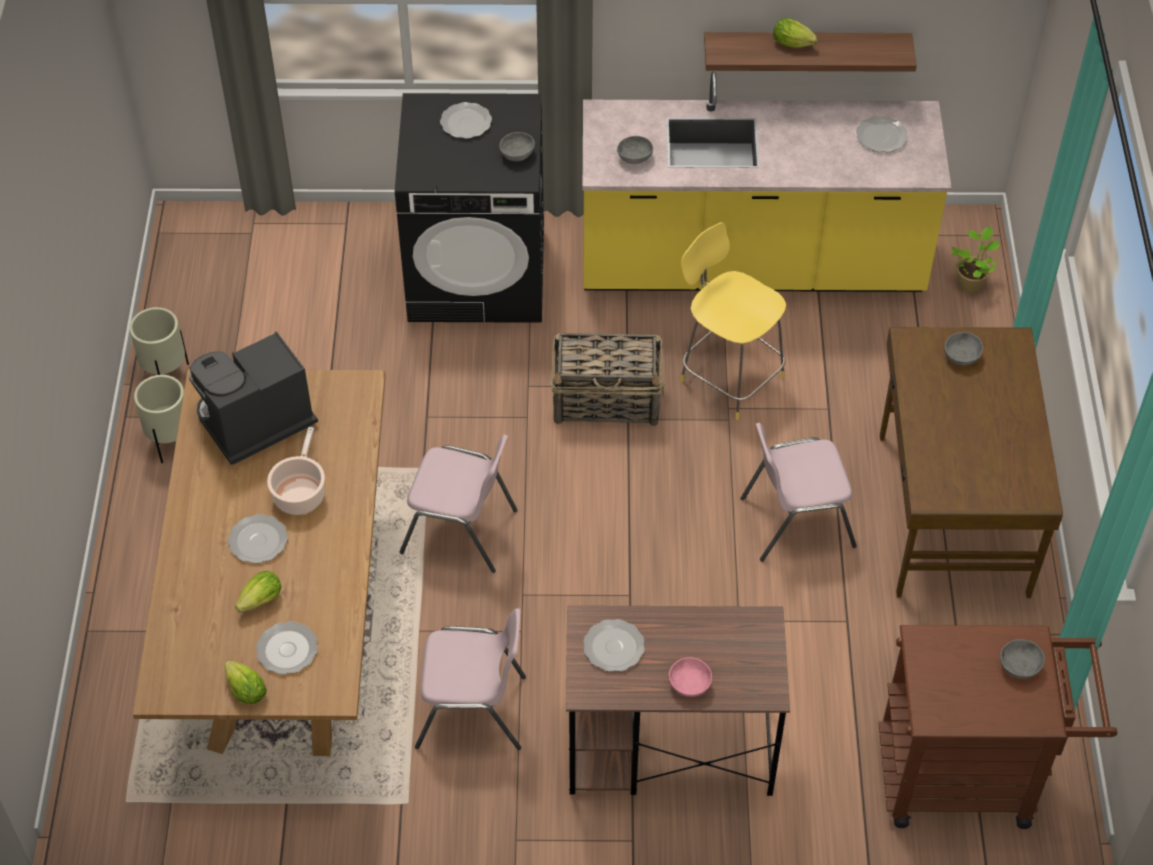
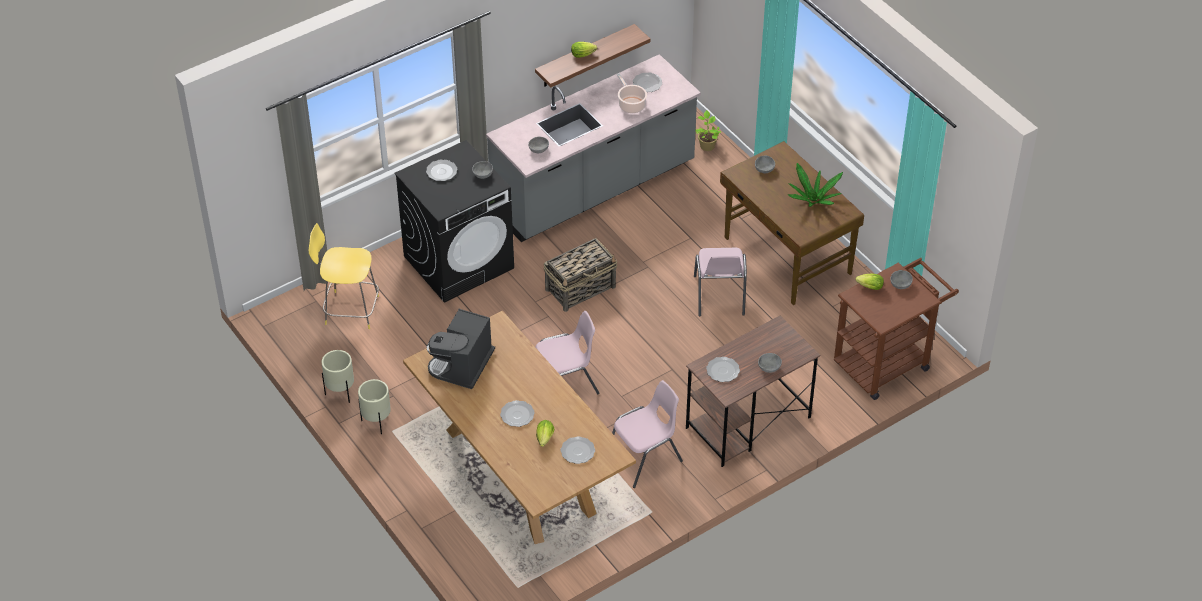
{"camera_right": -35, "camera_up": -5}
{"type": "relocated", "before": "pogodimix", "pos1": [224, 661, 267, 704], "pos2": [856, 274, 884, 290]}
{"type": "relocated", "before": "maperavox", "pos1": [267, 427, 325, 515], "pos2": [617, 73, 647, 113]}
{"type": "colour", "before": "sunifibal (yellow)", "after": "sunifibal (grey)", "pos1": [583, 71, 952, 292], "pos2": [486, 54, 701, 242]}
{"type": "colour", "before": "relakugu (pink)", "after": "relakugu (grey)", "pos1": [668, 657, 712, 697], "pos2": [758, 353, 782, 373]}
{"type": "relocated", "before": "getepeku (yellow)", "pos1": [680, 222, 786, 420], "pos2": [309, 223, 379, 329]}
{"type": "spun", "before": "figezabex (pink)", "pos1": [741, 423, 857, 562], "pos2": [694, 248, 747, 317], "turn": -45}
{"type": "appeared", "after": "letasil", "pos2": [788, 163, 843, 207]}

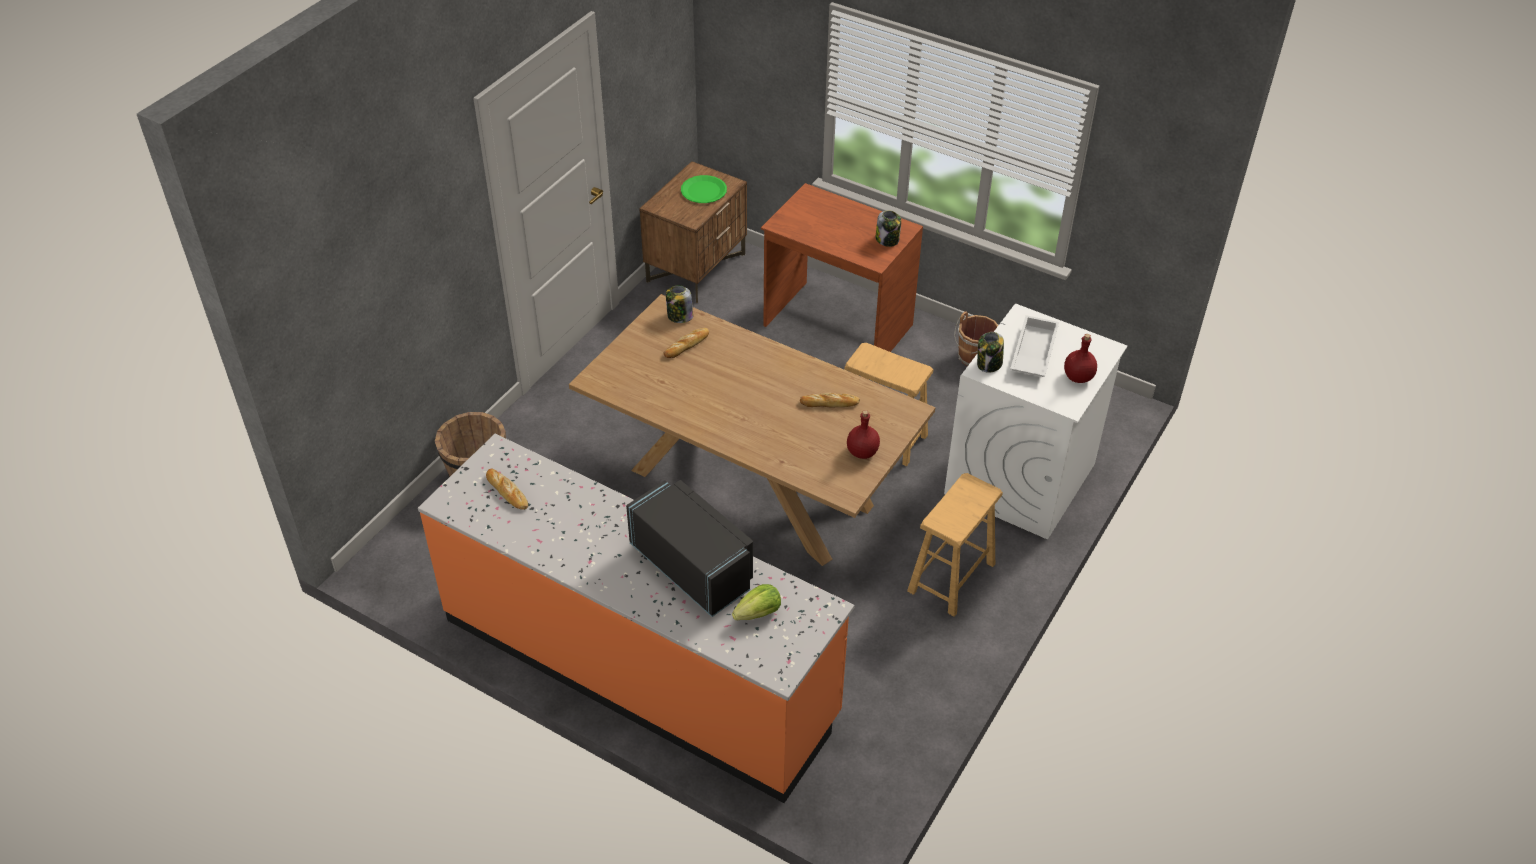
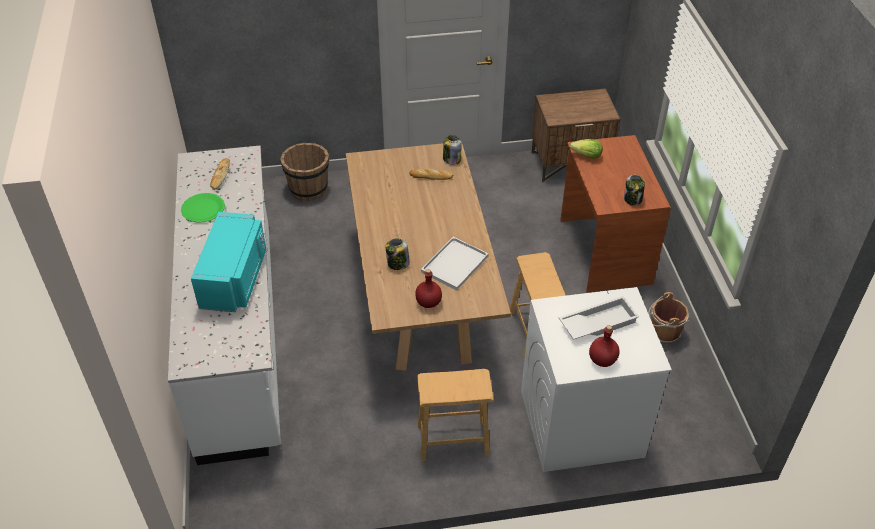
{"camera_right": 50, "camera_up": 0}
{"type": "colour", "before": "sunifibal (orange)", "after": "sunifibal (white)", "pos1": [418, 434, 855, 803], "pos2": [168, 145, 281, 465]}
{"type": "colour", "before": "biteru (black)", "after": "biteru (turquoise)", "pos1": [626, 480, 753, 617], "pos2": [191, 212, 266, 312]}
{"type": "relocated", "before": "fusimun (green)", "pos1": [681, 175, 727, 203], "pos2": [181, 193, 225, 223]}
{"type": "relocated", "before": "pogodimix", "pos1": [732, 584, 781, 620], "pos2": [570, 139, 603, 159]}
{"type": "exchanged", "before": "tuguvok", "after": "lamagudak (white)", "pos1": [800, 393, 860, 407], "pos2": [421, 237, 489, 290]}
{"type": "relocated", "before": "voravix", "pos1": [977, 332, 1004, 373], "pos2": [386, 238, 410, 270]}

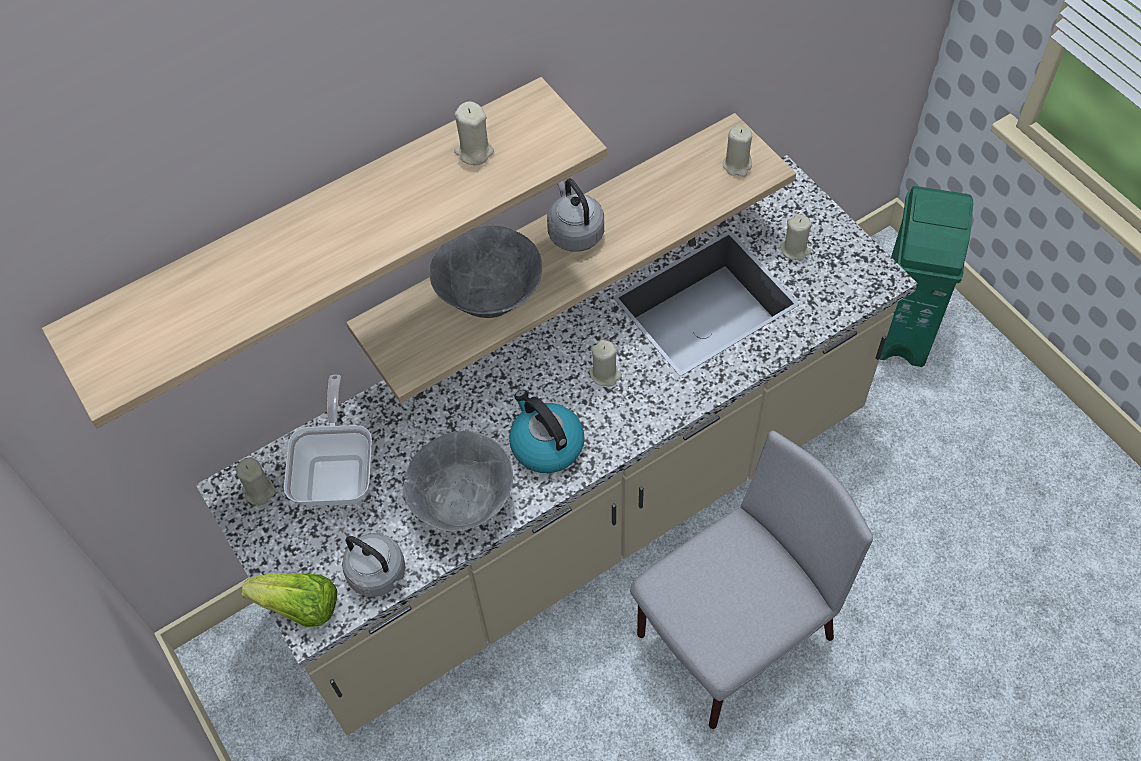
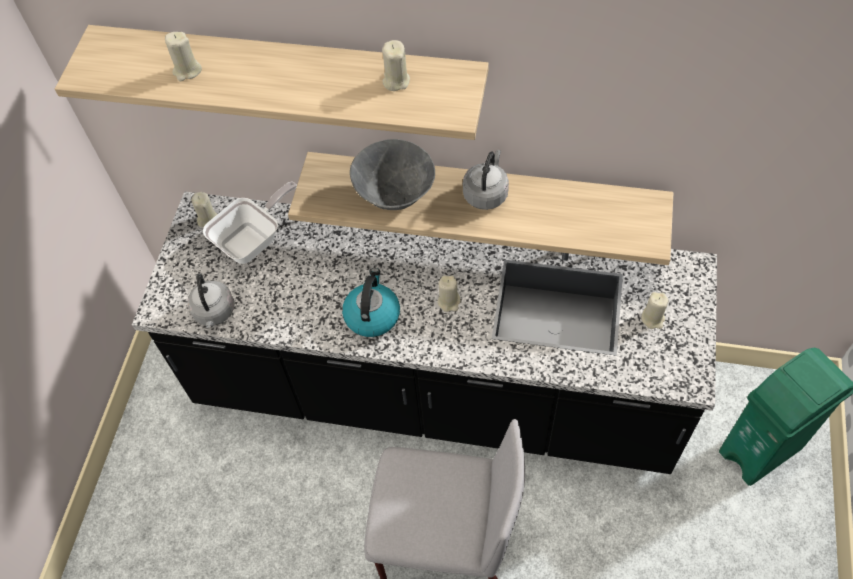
{"camera_right": 45, "camera_up": 0}
{"type": "colour", "before": "sunifibal (beige)", "after": "sunifibal (black)", "pos1": [196, 155, 918, 736], "pos2": [132, 191, 717, 474]}
{"type": "missing", "before": "pogodimix", "pos1": [242, 573, 338, 627]}
{"type": "missing", "before": "relakugu (grey)", "pos1": [403, 431, 513, 531]}
{"type": "relocated", "before": "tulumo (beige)", "pos1": [723, 125, 752, 177], "pos2": [165, 32, 202, 81]}

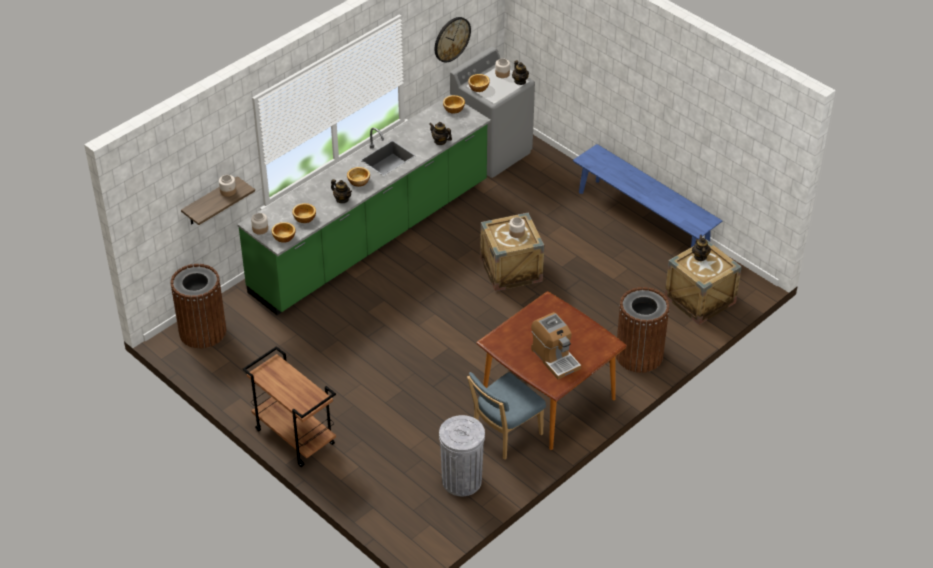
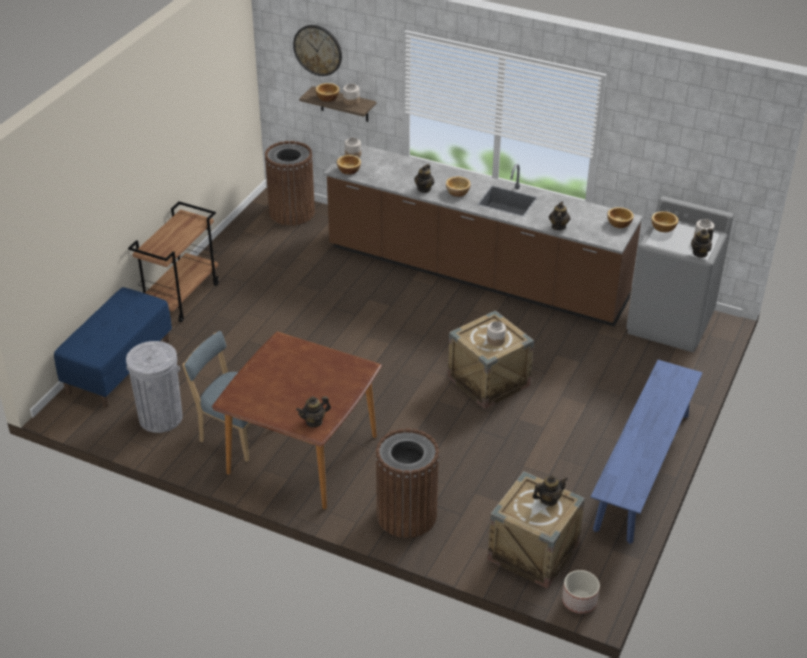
{"camera_right": 70, "camera_up": -5}
{"type": "colour", "before": "sunifibal (green)", "after": "sunifibal (brown)", "pos1": [237, 94, 491, 315], "pos2": [324, 144, 643, 327]}
{"type": "relocated", "before": "relakugu", "pos1": [292, 203, 316, 223], "pos2": [316, 83, 339, 102]}
{"type": "relocated", "before": "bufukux", "pos1": [435, 17, 471, 63], "pos2": [293, 25, 342, 76]}
{"type": "missing", "before": "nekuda", "pos1": [531, 312, 581, 380]}
{"type": "appeared", "after": "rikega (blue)", "pos2": [54, 287, 172, 408]}
{"type": "appeared", "after": "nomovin", "pos2": [296, 396, 331, 428]}
{"type": "appeared", "after": "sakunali", "pos2": [562, 570, 600, 614]}

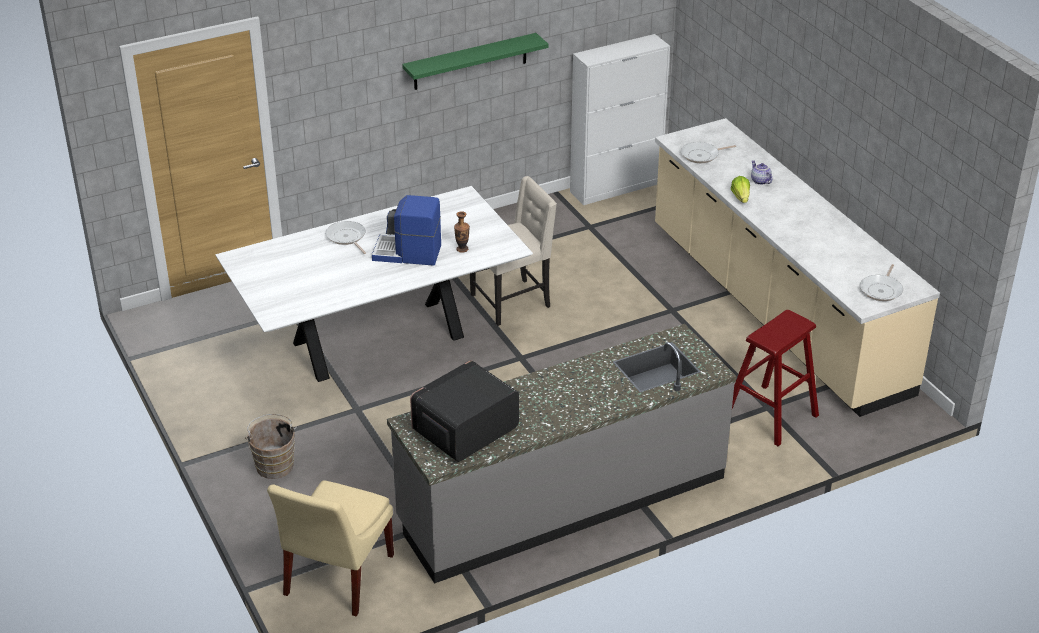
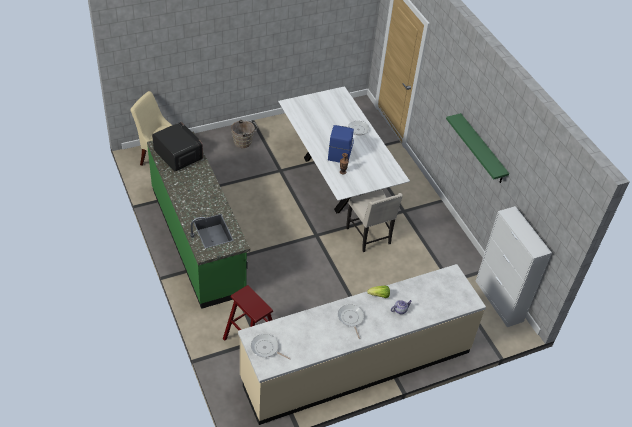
{"camera_right": 90, "camera_up": 10}
{"type": "colour", "before": "sunifibal (grey)", "after": "sunifibal (green)", "pos1": [387, 324, 737, 584], "pos2": [147, 131, 250, 309]}
{"type": "relocated", "before": "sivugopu", "pos1": [681, 142, 736, 163], "pos2": [338, 304, 364, 339]}

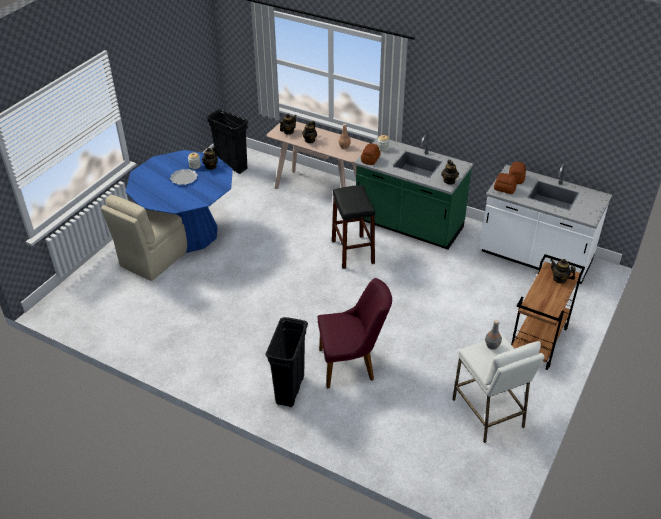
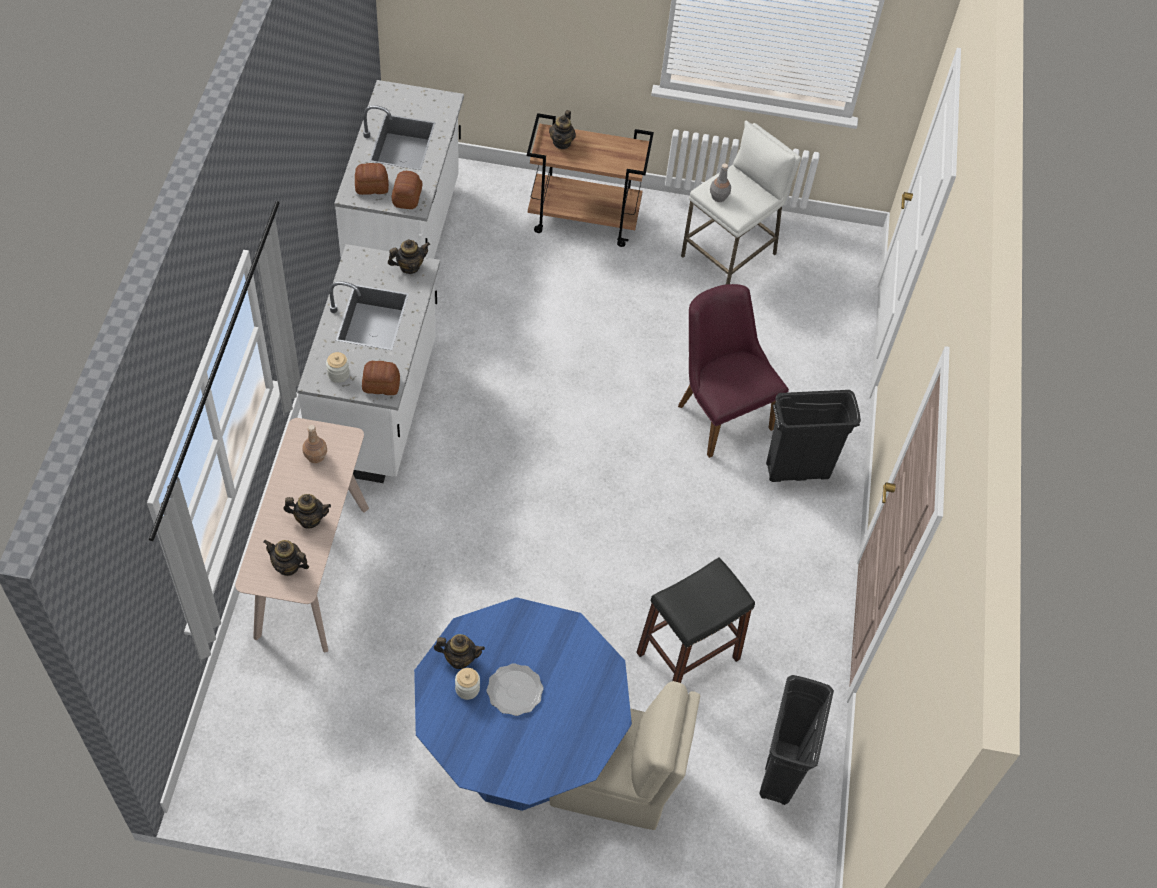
{"camera_right": -115, "camera_up": 15}
{"type": "relocated", "before": "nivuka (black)", "pos1": [207, 109, 248, 174], "pos2": [759, 675, 834, 805]}
{"type": "relocated", "before": "getepeku (black)", "pos1": [332, 185, 375, 269], "pos2": [636, 557, 755, 683]}
{"type": "colour", "before": "sunifibal (green)", "after": "sunifibal (white)", "pos1": [354, 134, 473, 250], "pos2": [297, 244, 440, 483]}

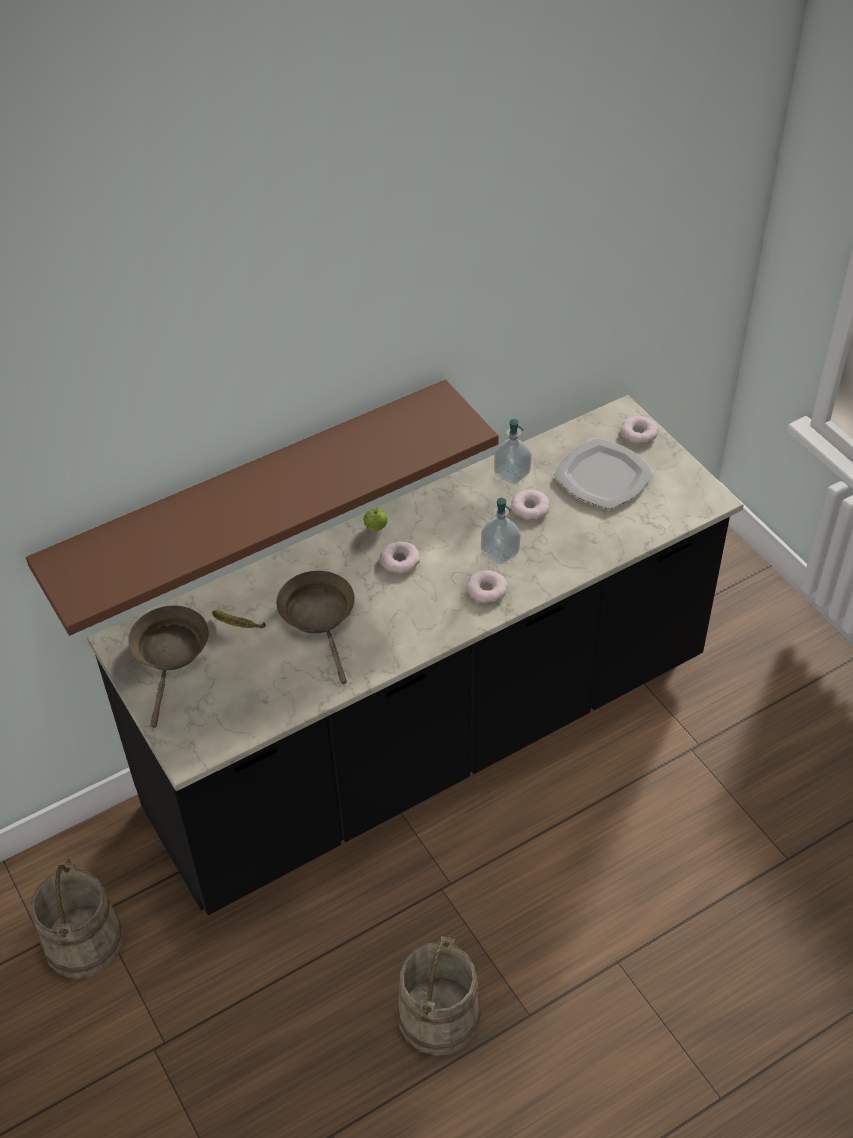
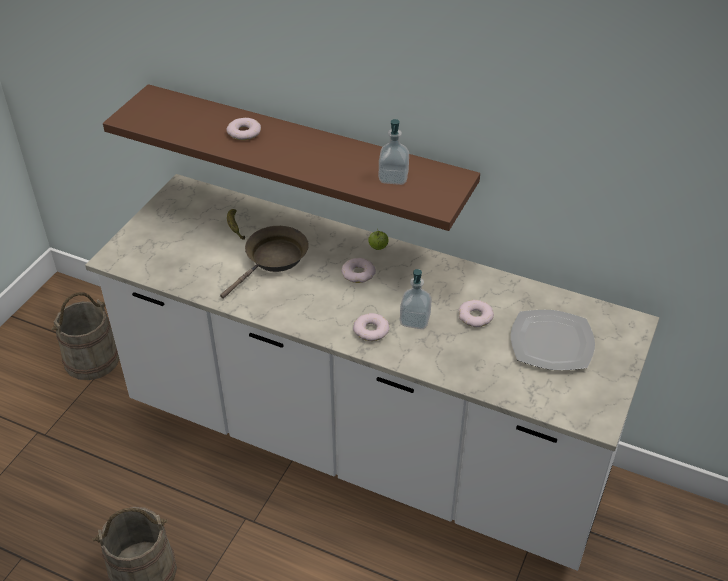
{"camera_right": 55, "camera_up": -5}
{"type": "colour", "before": "sunifibal (black)", "after": "sunifibal (white)", "pos1": [87, 395, 744, 915], "pos2": [85, 174, 659, 571]}
{"type": "missing", "before": "sivugopu (brown)", "pos1": [128, 605, 209, 728]}
{"type": "relocated", "before": "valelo", "pos1": [494, 419, 532, 484], "pos2": [379, 119, 409, 185]}
{"type": "relocated", "before": "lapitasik", "pos1": [620, 416, 658, 444], "pos2": [226, 118, 261, 140]}

